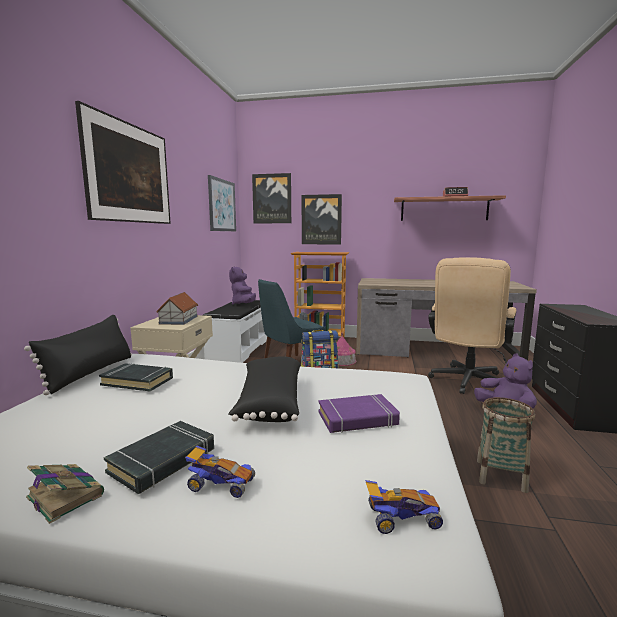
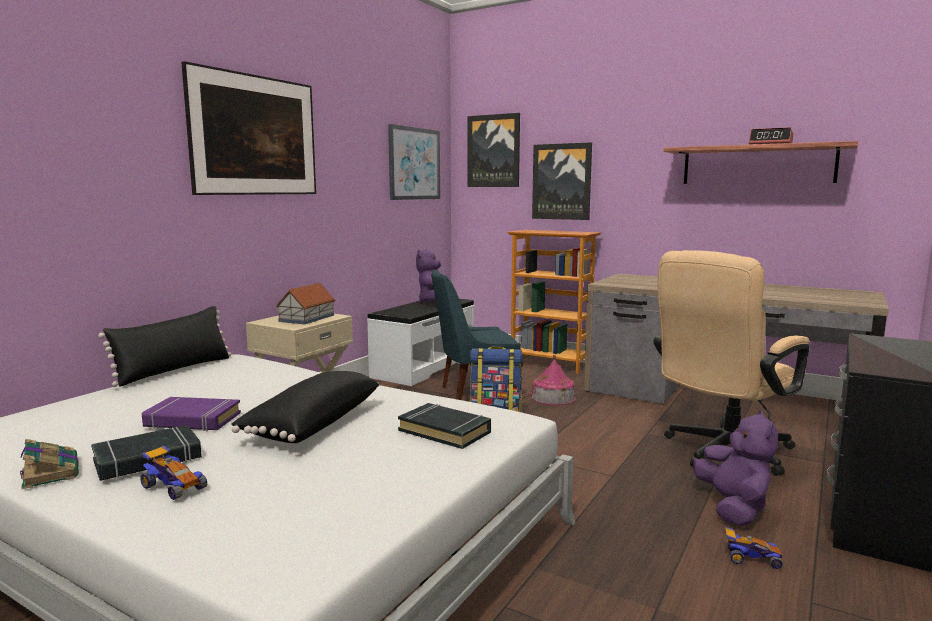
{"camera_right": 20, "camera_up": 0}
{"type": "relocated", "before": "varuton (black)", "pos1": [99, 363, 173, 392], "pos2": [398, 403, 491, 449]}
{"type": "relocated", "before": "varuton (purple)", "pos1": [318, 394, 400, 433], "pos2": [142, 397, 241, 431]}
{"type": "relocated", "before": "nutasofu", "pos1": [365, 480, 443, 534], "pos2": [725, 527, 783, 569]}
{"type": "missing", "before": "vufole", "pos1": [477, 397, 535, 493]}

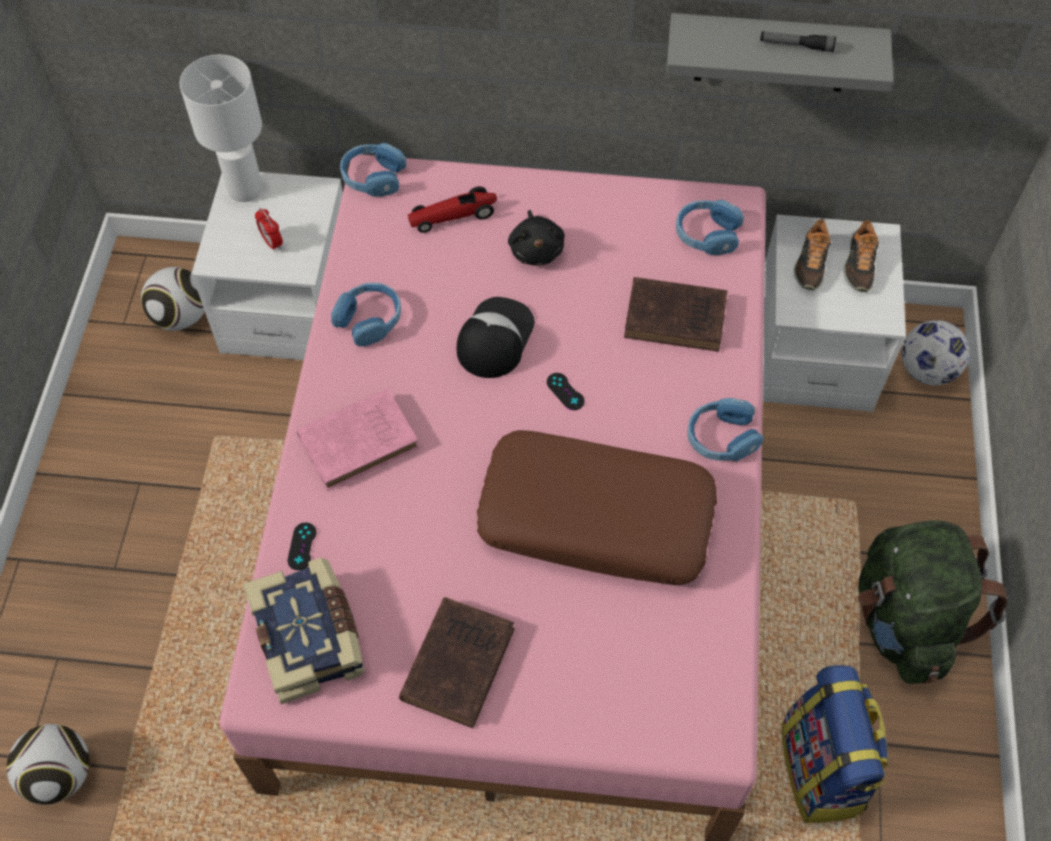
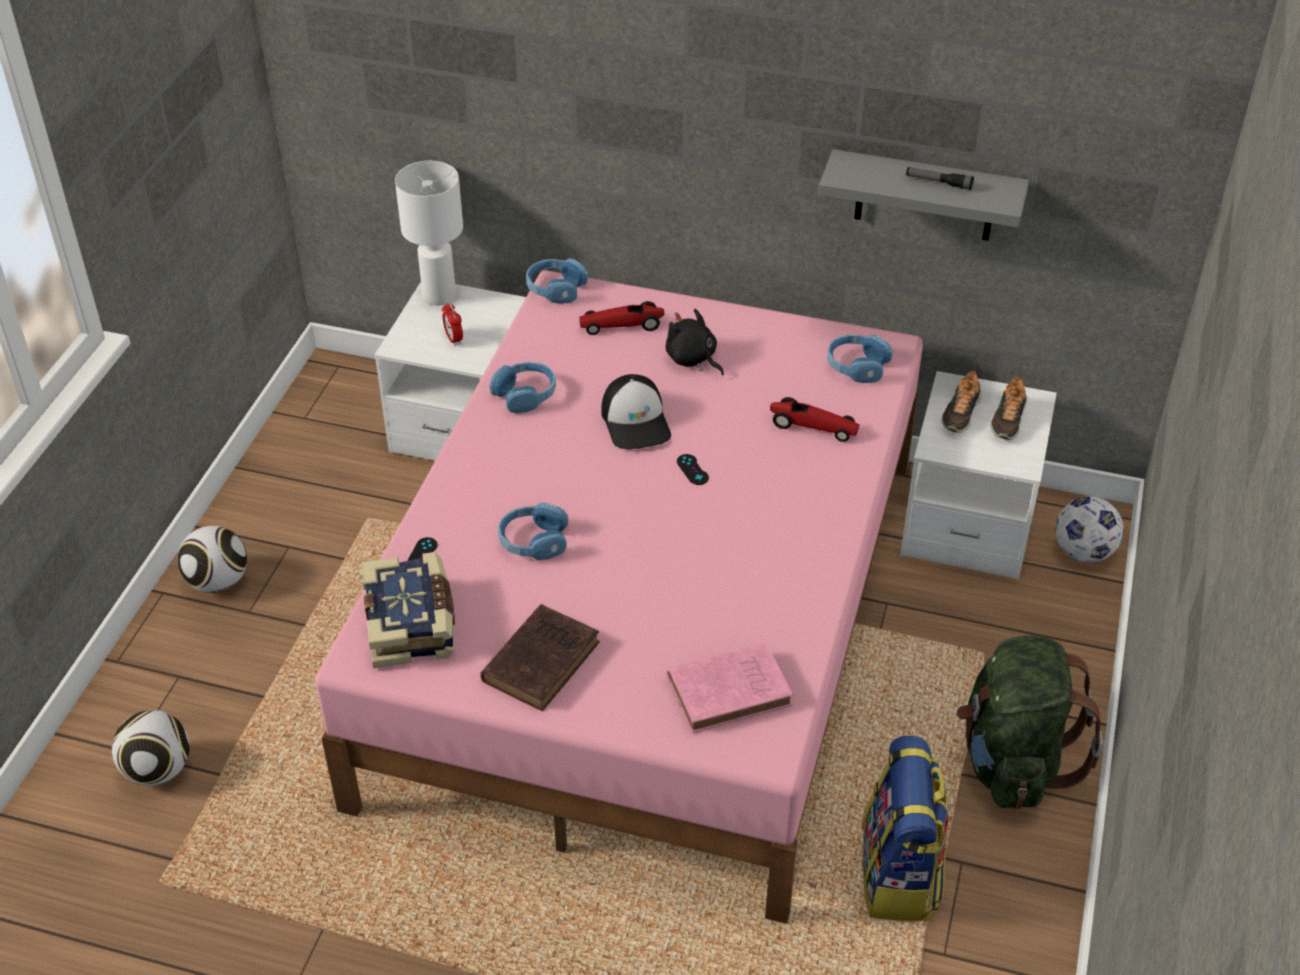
{"camera_right": 10, "camera_up": -15}
{"type": "relocated", "before": "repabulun", "pos1": [141, 267, 205, 331], "pos2": [178, 526, 247, 593]}
{"type": "relocated", "before": "varuton (pink)", "pos1": [296, 389, 419, 491], "pos2": [667, 643, 793, 733]}
{"type": "spun", "before": "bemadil", "pos1": [457, 297, 535, 378], "pos2": [601, 374, 671, 449], "turn": 135}
{"type": "missing", "before": "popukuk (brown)", "pos1": [477, 430, 717, 585]}
{"type": "spun", "before": "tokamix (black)", "pos1": [508, 210, 565, 265], "pos2": [665, 309, 724, 376], "turn": 135}
{"type": "exchanged", "before": "varuton (brown)", "after": "nutasofu", "pos1": [624, 277, 728, 352], "pos2": [770, 397, 860, 442]}
{"type": "relocated", "before": "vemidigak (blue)", "pos1": [687, 398, 764, 461], "pos2": [498, 503, 569, 560]}

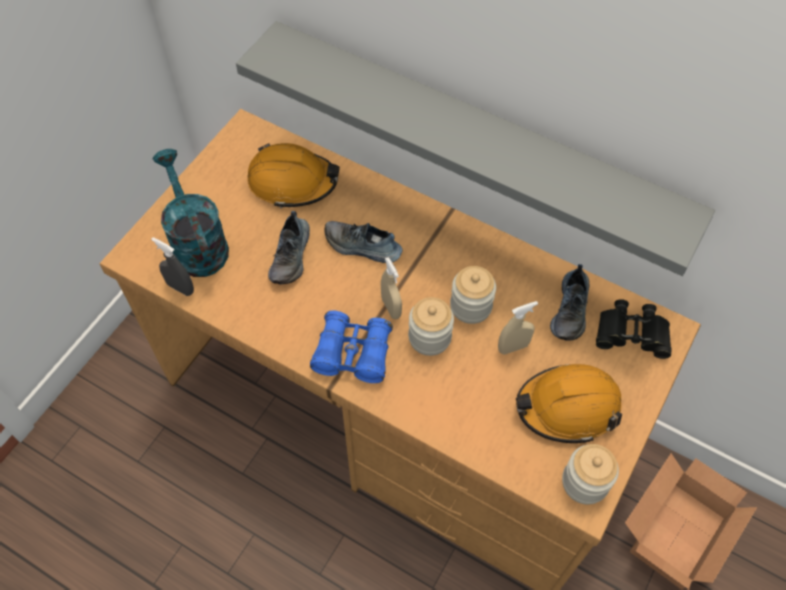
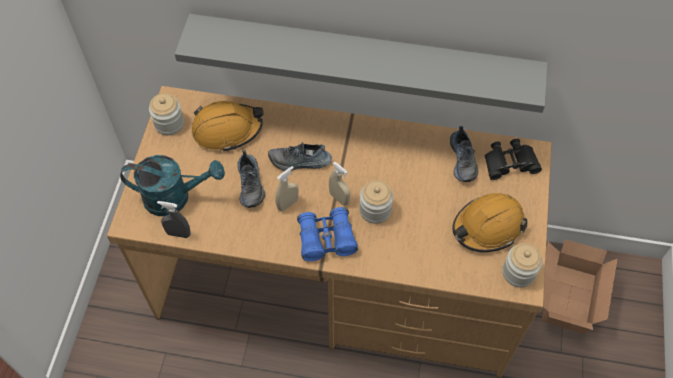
{"camera_right": -20, "camera_up": 0}
{"type": "spun", "before": "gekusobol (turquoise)", "pos1": [153, 149, 229, 277], "pos2": [120, 155, 225, 216], "turn": 135}
{"type": "relocated", "before": "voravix", "pos1": [450, 266, 496, 324], "pos2": [149, 93, 184, 135]}
{"type": "relocated", "before": "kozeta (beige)", "pos1": [498, 301, 538, 355], "pos2": [275, 166, 298, 211]}

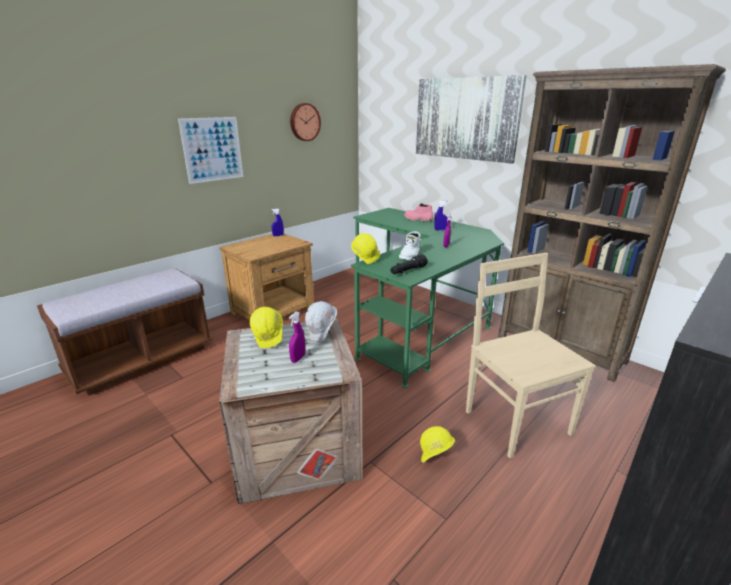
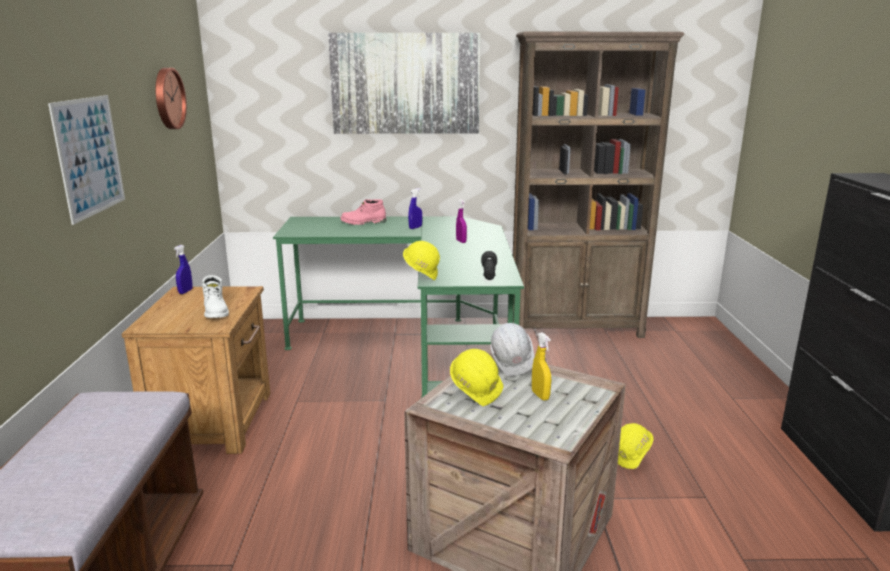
{"camera_right": -45, "camera_up": -5}
{"type": "colour", "before": "kozeta (purple)", "after": "kozeta (yellow)", "pos1": [289, 312, 305, 363], "pos2": [532, 332, 551, 401]}
{"type": "relocated", "before": "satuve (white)", "pos1": [399, 231, 421, 260], "pos2": [202, 275, 229, 318]}
{"type": "missing", "before": "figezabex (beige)", "pos1": [466, 253, 596, 458]}

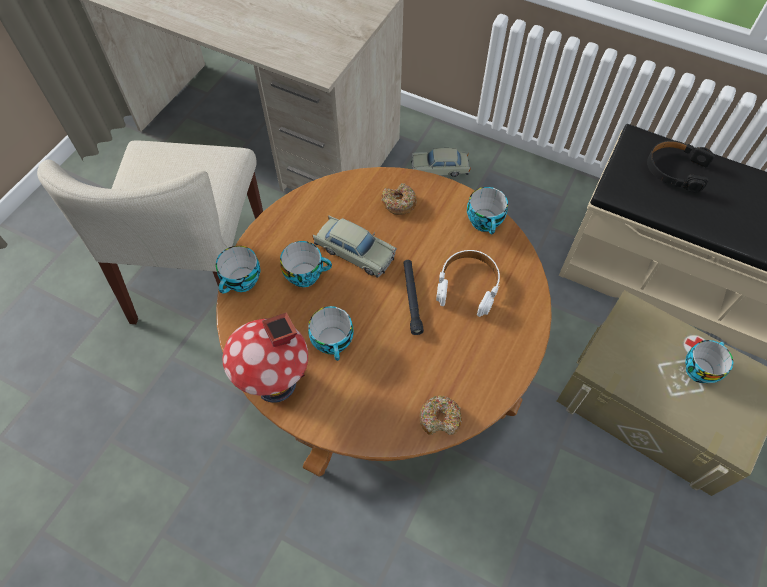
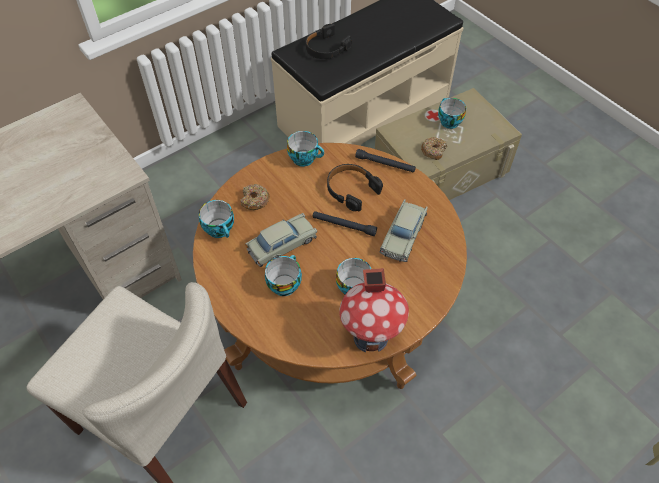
{"camera_right": -65, "camera_up": -5}
{"type": "relocated", "before": "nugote", "pos1": [216, 246, 261, 294], "pos2": [199, 200, 234, 238]}
{"type": "relocated", "before": "nutasofu (beige)", "pos1": [411, 148, 471, 177], "pos2": [380, 199, 428, 262]}
{"type": "relocated", "before": "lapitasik", "pos1": [420, 396, 462, 435], "pos2": [421, 137, 447, 160]}
{"type": "colour", "before": "vemidigak (white)", "after": "vemidigak (black)", "pos1": [436, 250, 500, 317], "pos2": [327, 164, 383, 211]}
{"type": "appeared", "after": "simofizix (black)", "pos2": [355, 149, 416, 172]}

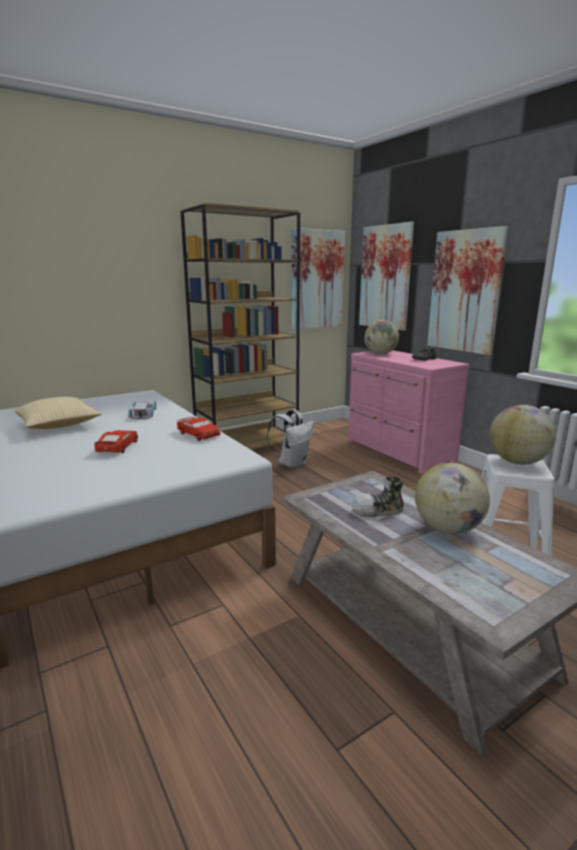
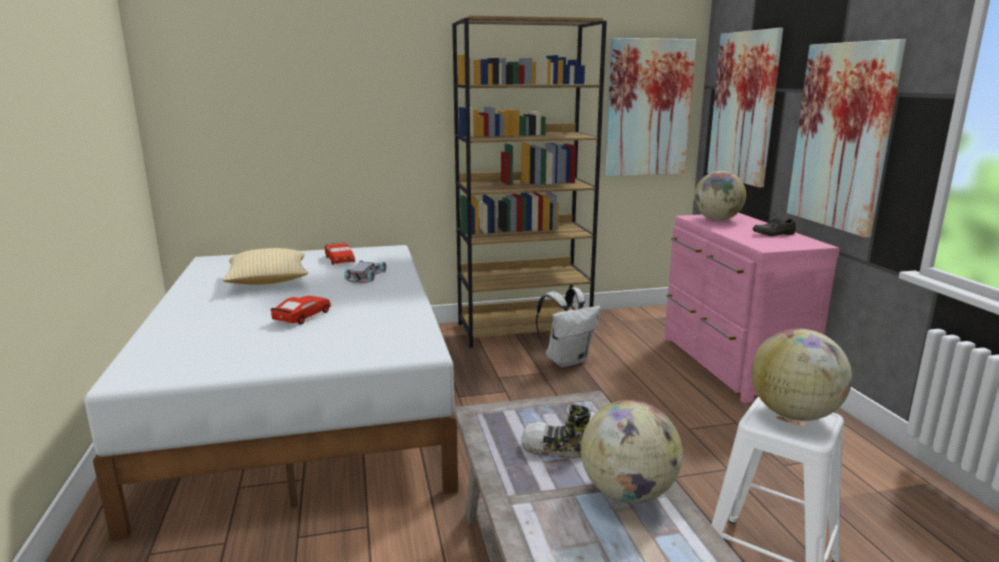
{"camera_right": 20, "camera_up": 0}
{"type": "relocated", "before": "nutasofu (red)", "pos1": [177, 417, 220, 441], "pos2": [325, 242, 355, 265]}

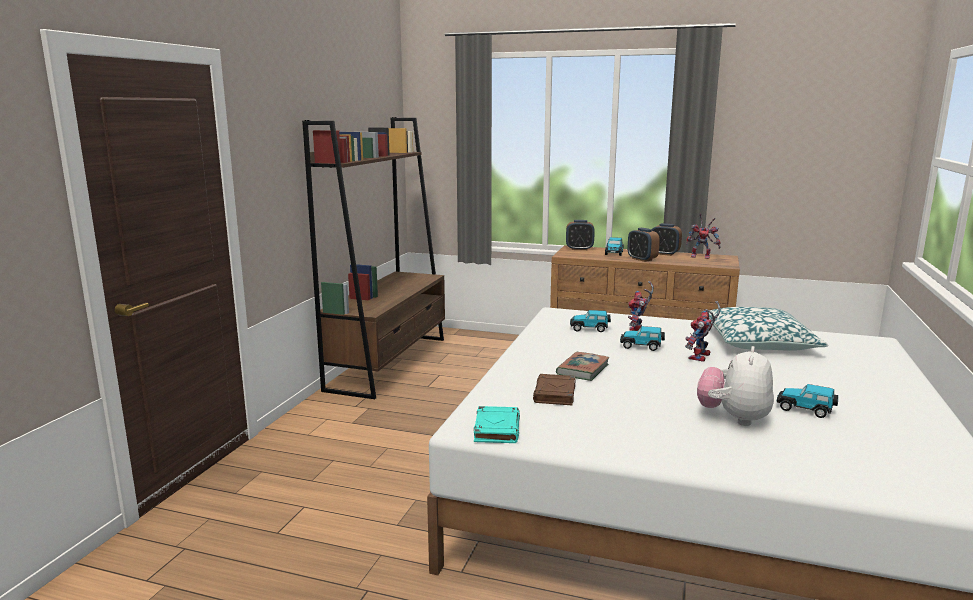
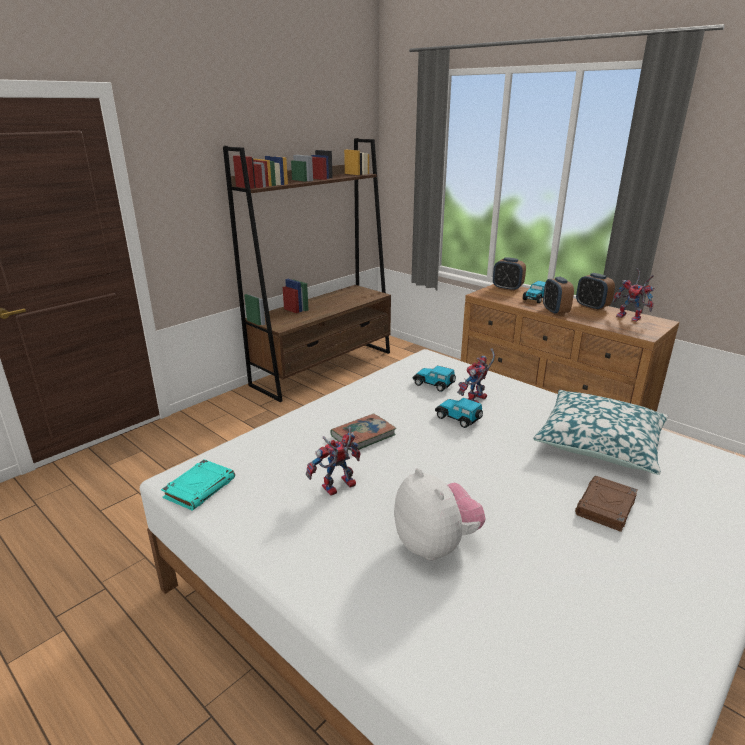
{"camera_right": 25, "camera_up": 10}
{"type": "relocated", "before": "varuton (brown)", "pos1": [533, 374, 576, 405], "pos2": [575, 476, 638, 532]}
{"type": "relocated", "before": "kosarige", "pos1": [685, 301, 721, 362], "pos2": [306, 427, 361, 495]}
{"type": "spun", "before": "tokamix", "pos1": [697, 346, 774, 426], "pos2": [394, 468, 485, 561], "turn": 105}
{"type": "missing", "before": "nutasofu", "pos1": [777, 384, 838, 418]}

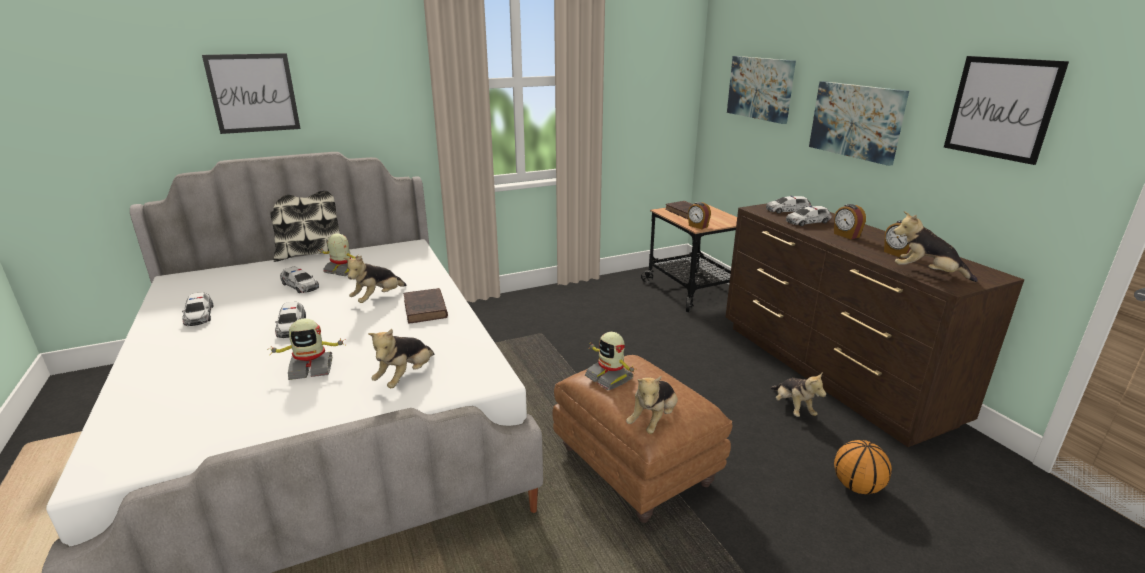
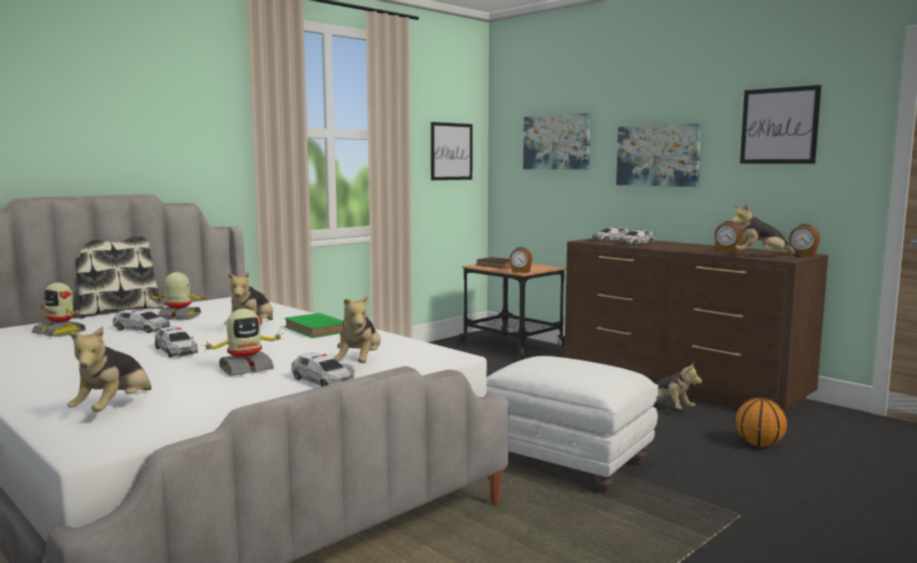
{"camera_right": -20, "camera_up": -15}
{"type": "relocated", "before": "nutasofu", "pos1": [182, 292, 213, 326], "pos2": [291, 352, 354, 387]}
{"type": "relocated", "before": "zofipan", "pos1": [202, 53, 300, 134], "pos2": [431, 122, 473, 180]}
{"type": "colour", "before": "varuton (brown)", "after": "varuton (green)", "pos1": [403, 288, 448, 323], "pos2": [284, 313, 343, 338]}
{"type": "colour", "before": "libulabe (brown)", "after": "libulabe (white)", "pos1": [553, 355, 732, 523], "pos2": [486, 356, 659, 493]}
{"type": "relocated", "before": "kosarige", "pos1": [585, 332, 637, 390], "pos2": [32, 283, 86, 337]}
{"type": "relocated", "before": "tokamix", "pos1": [626, 376, 678, 434], "pos2": [67, 326, 151, 412]}
{"type": "relocated", "before": "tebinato", "pos1": [834, 204, 866, 239], "pos2": [789, 224, 820, 257]}

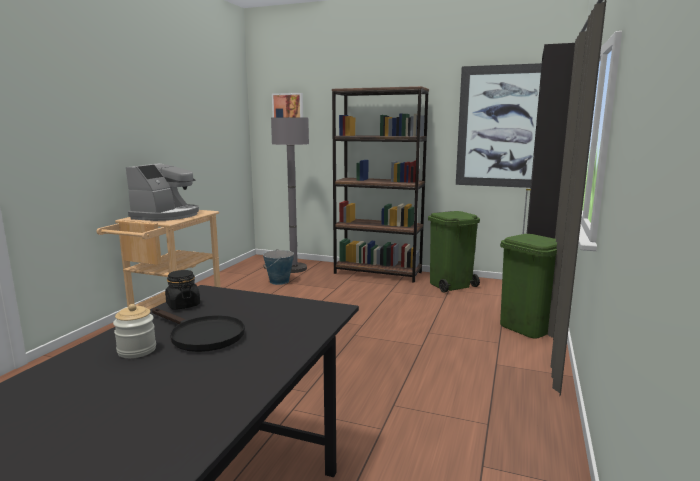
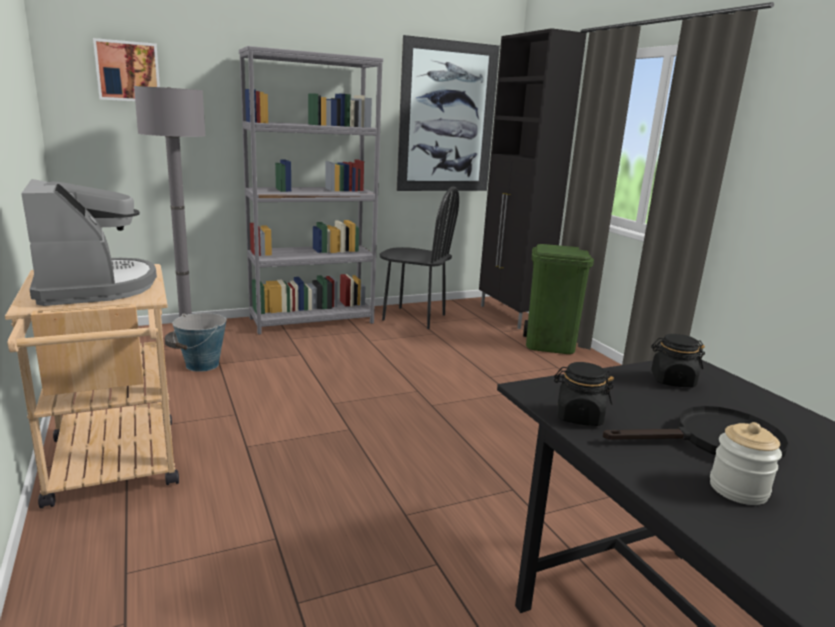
{"camera_right": -45, "camera_up": 5}
{"type": "colour", "before": "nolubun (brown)", "after": "nolubun (grey)", "pos1": [332, 86, 429, 283], "pos2": [239, 46, 383, 335]}
{"type": "exchanged", "before": "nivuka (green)", "after": "figezabex (black)", "pos1": [428, 211, 480, 292], "pos2": [380, 187, 459, 329]}
{"type": "appeared", "after": "voravix (black)", "pos2": [651, 334, 705, 387]}

